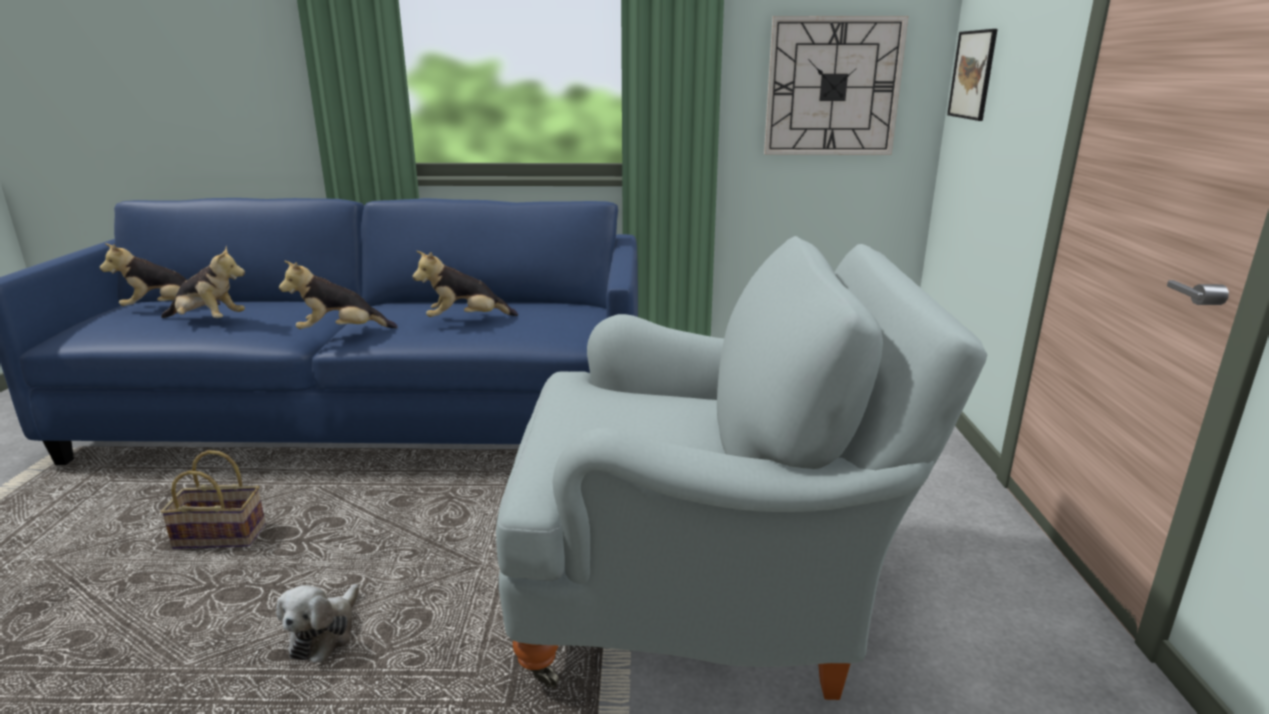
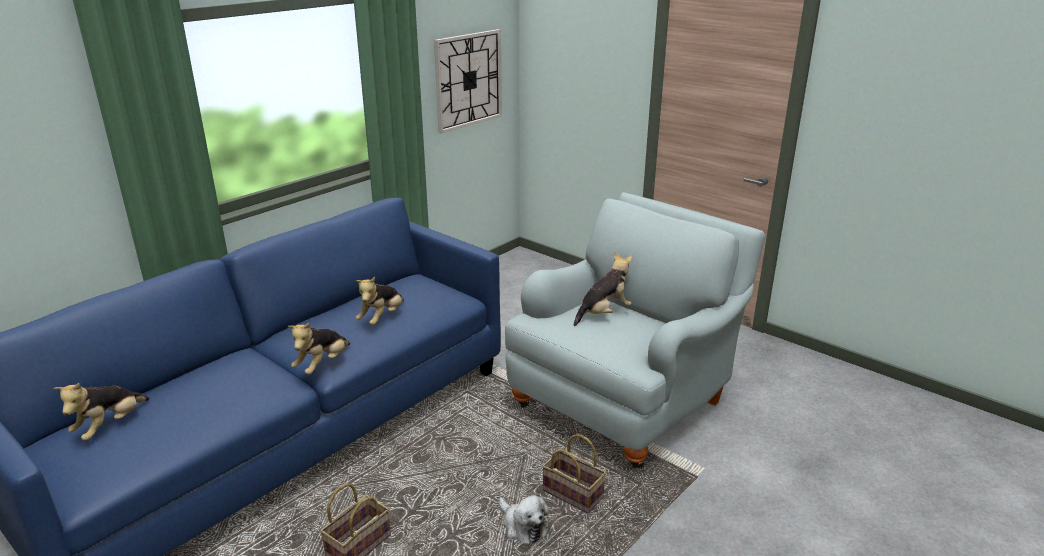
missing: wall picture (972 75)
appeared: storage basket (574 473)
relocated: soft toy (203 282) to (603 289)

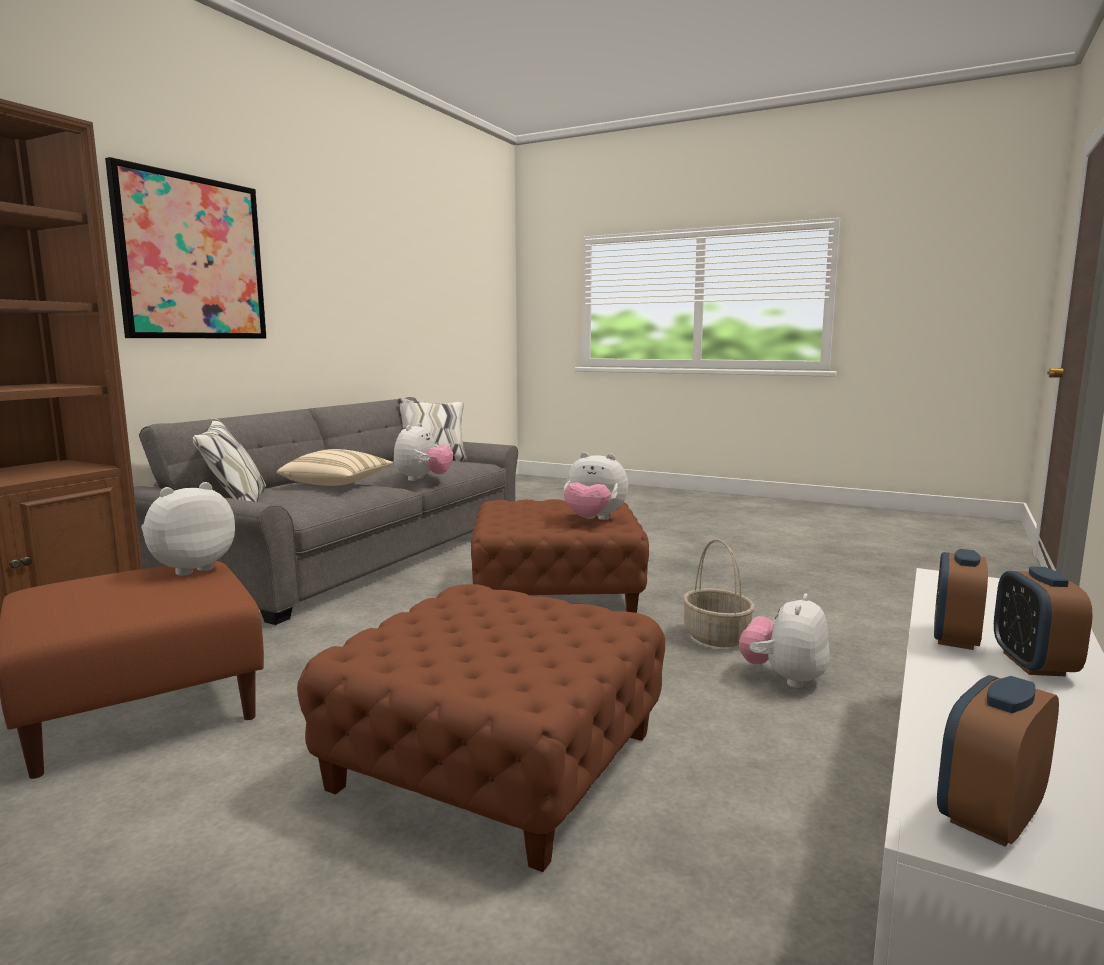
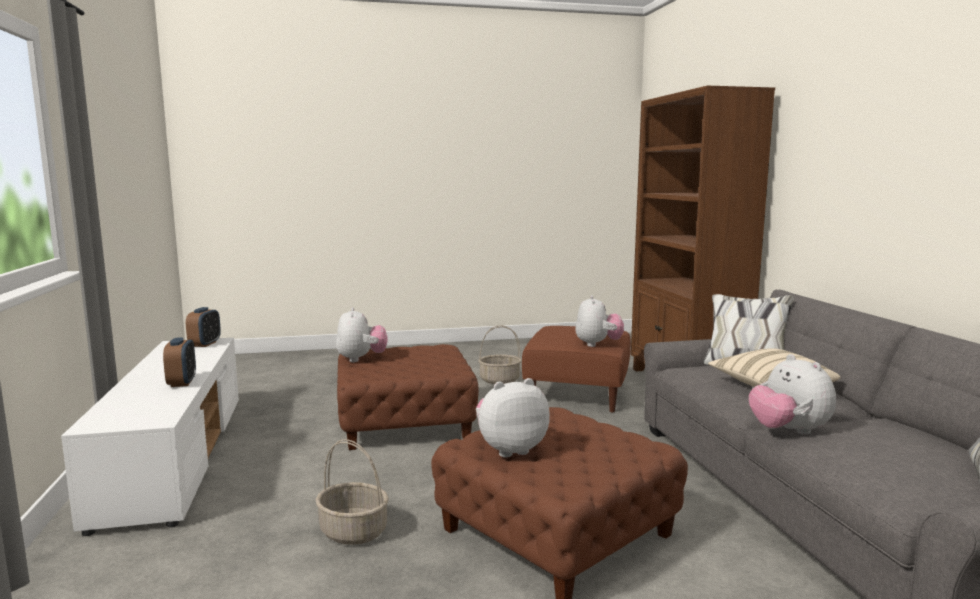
missing: wall picture (186 248); alarm clock (1043 621)
appeared: storage basket (500 354)
relocated: soft toy (784 640) to (361 334)

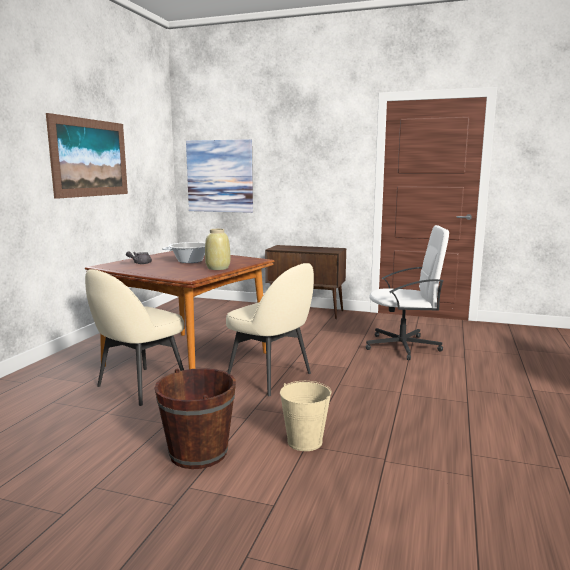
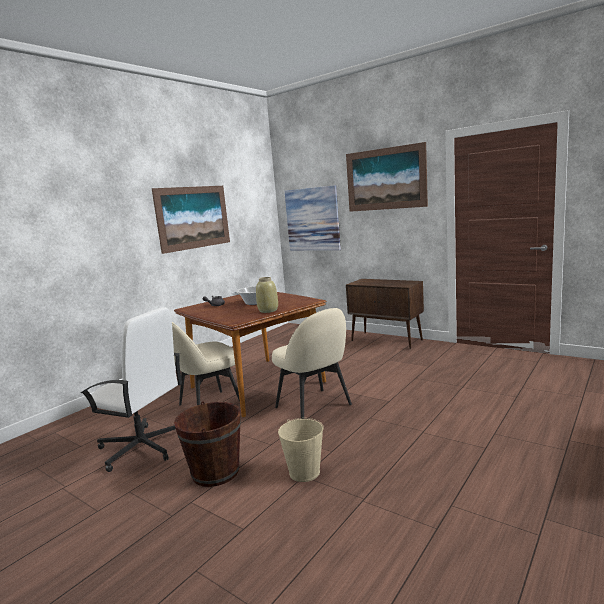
appeared: wall picture (387 177)
relocated: whitish computer chair (407 292) to (131 389)

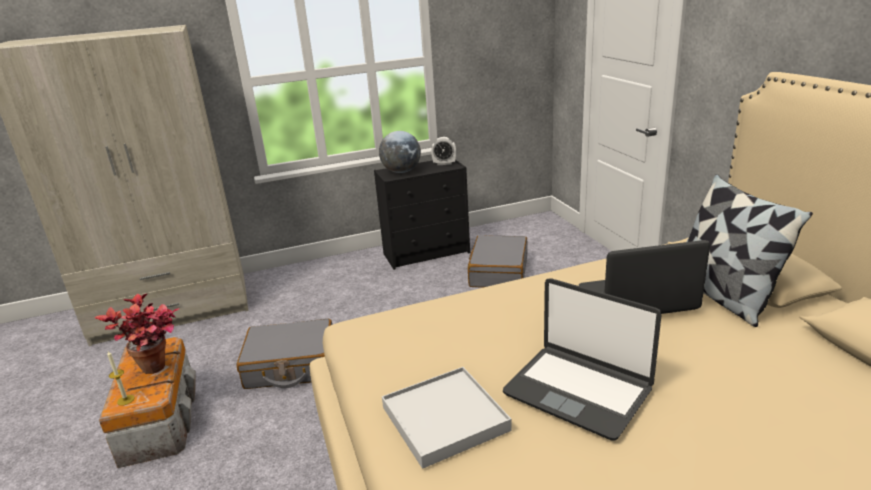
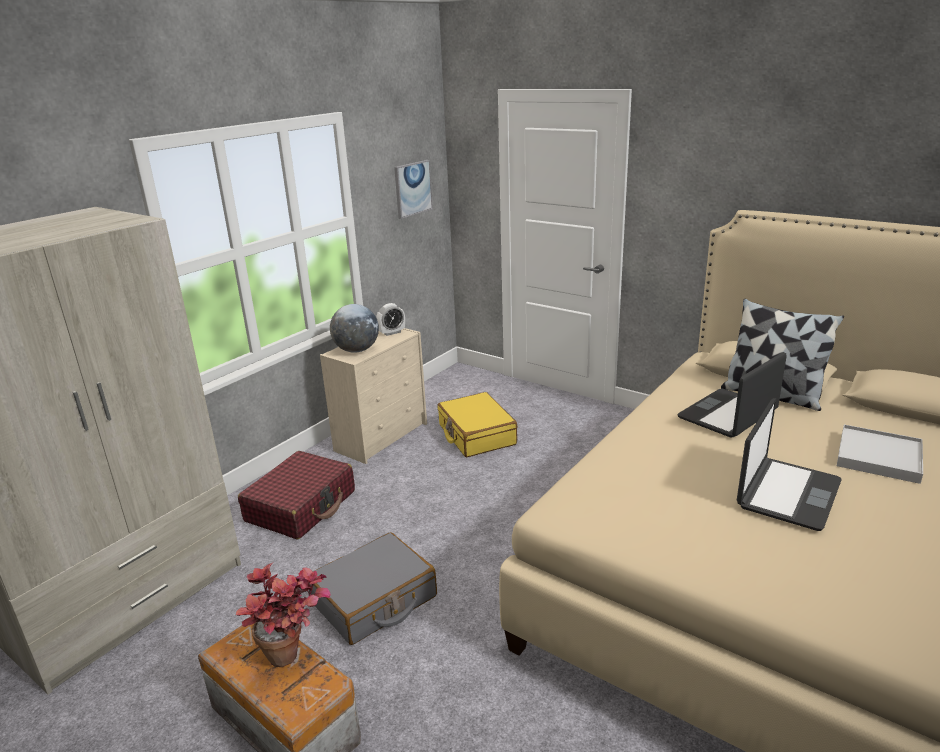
missing: candle (120 378)
appeared: red-coloured suitcase (296 495); wall picture (413 189)
relocated: whitish carrying tray (447 418) to (880 454)
colour: black dresser (422 214) to sand-coloured dresser (373 396); gray suitcase (498 261) to yellowish suitcase (477 424)
spun: laptop (582 360) = (789 464) 60 degrees counterclockwise

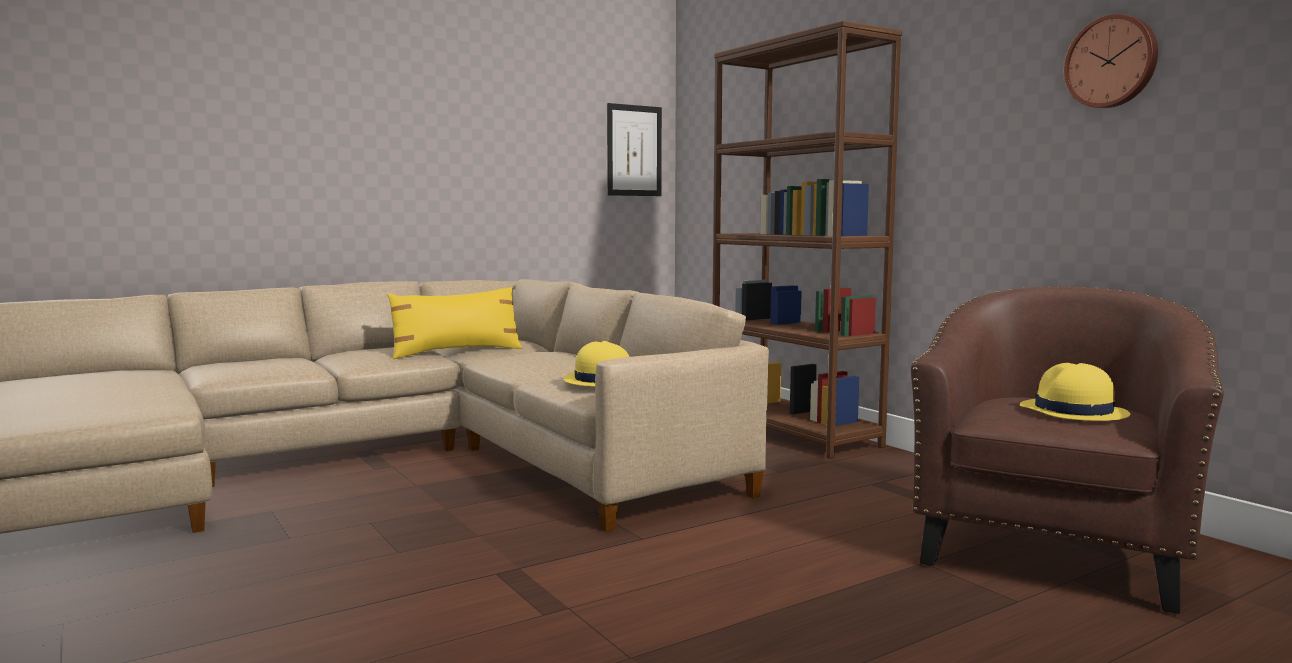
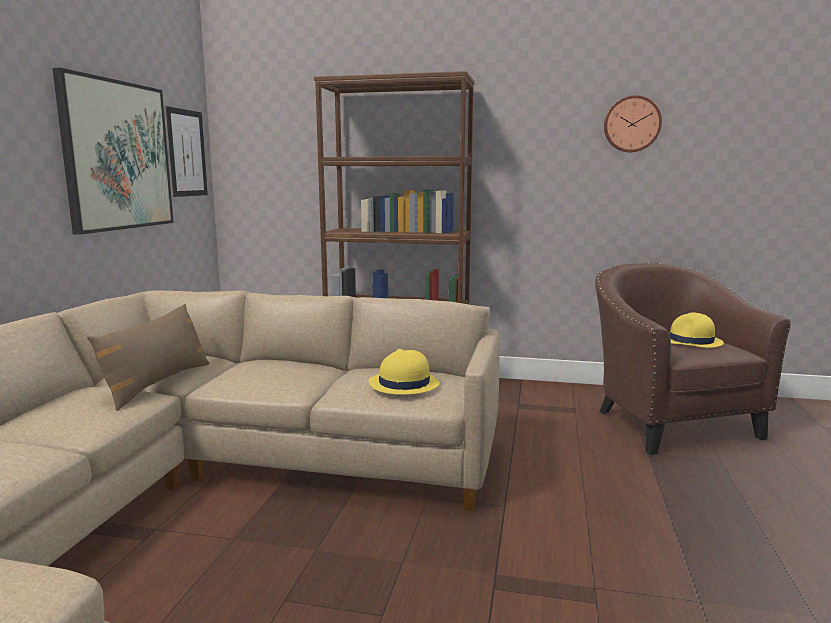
appeared: wall picture (113 151)
colour: yellowish throw pillow (455 323) to brown throw pillow (148 357)

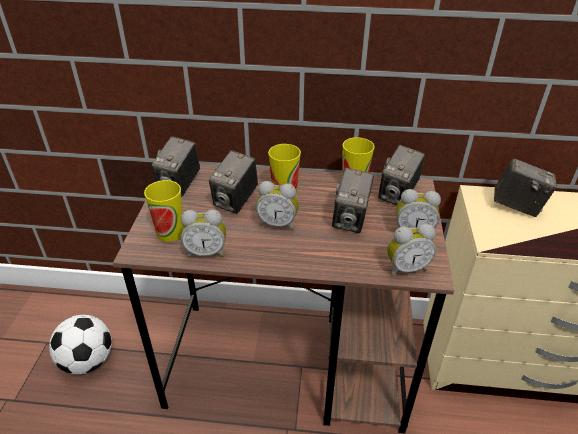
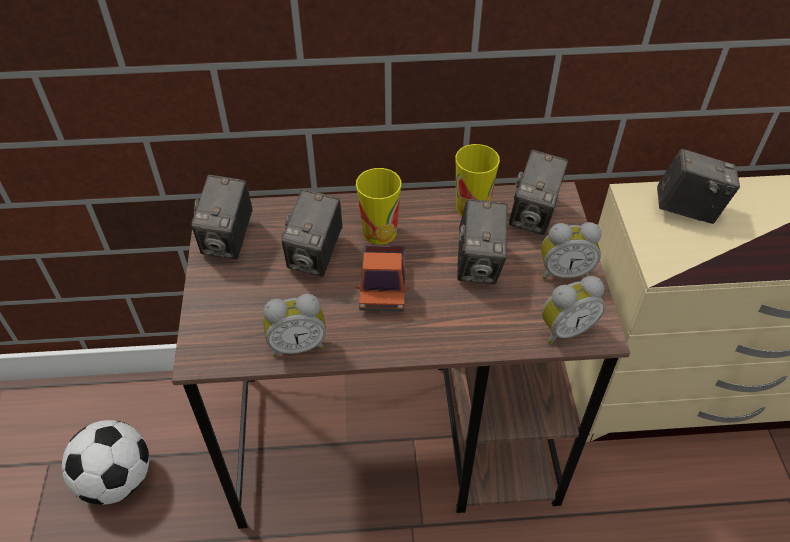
missing: small cup (163 211)
exchanged: alarm clock (277 206) to toy truck (382 278)

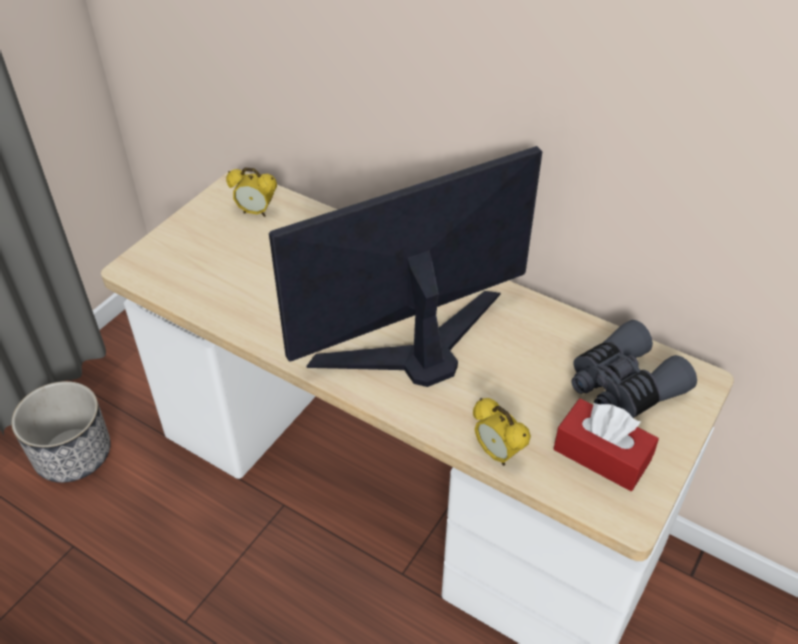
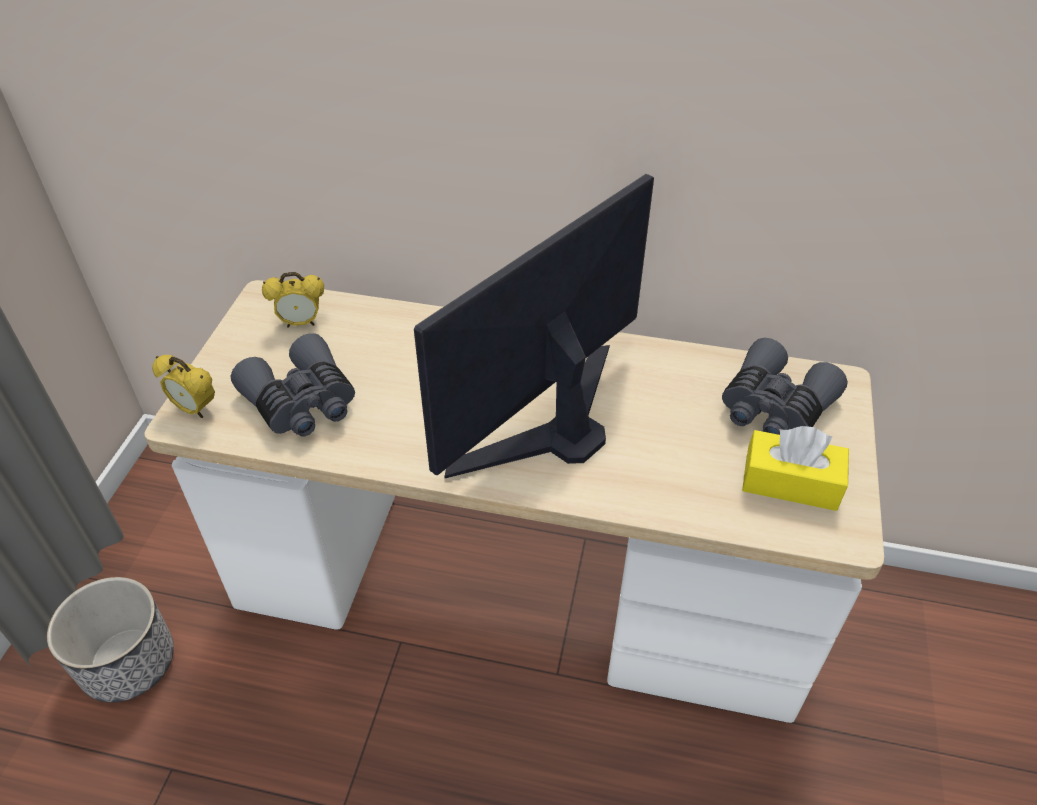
appeared: gray field glasses (293 385)
relocated: alarm clock (502 432) to (183 386)
colour: red-coloured box of tissues (606 444) to yellowish box of tissues (795 468)

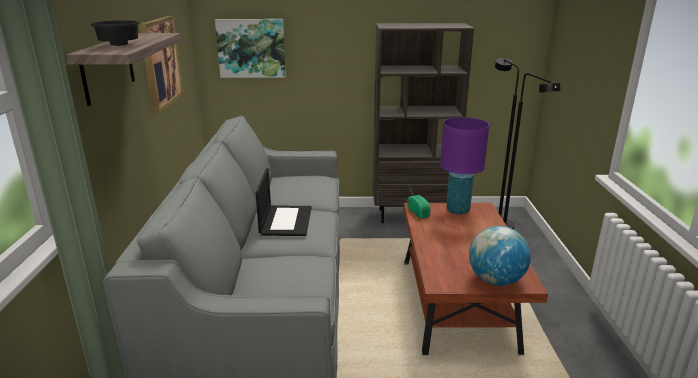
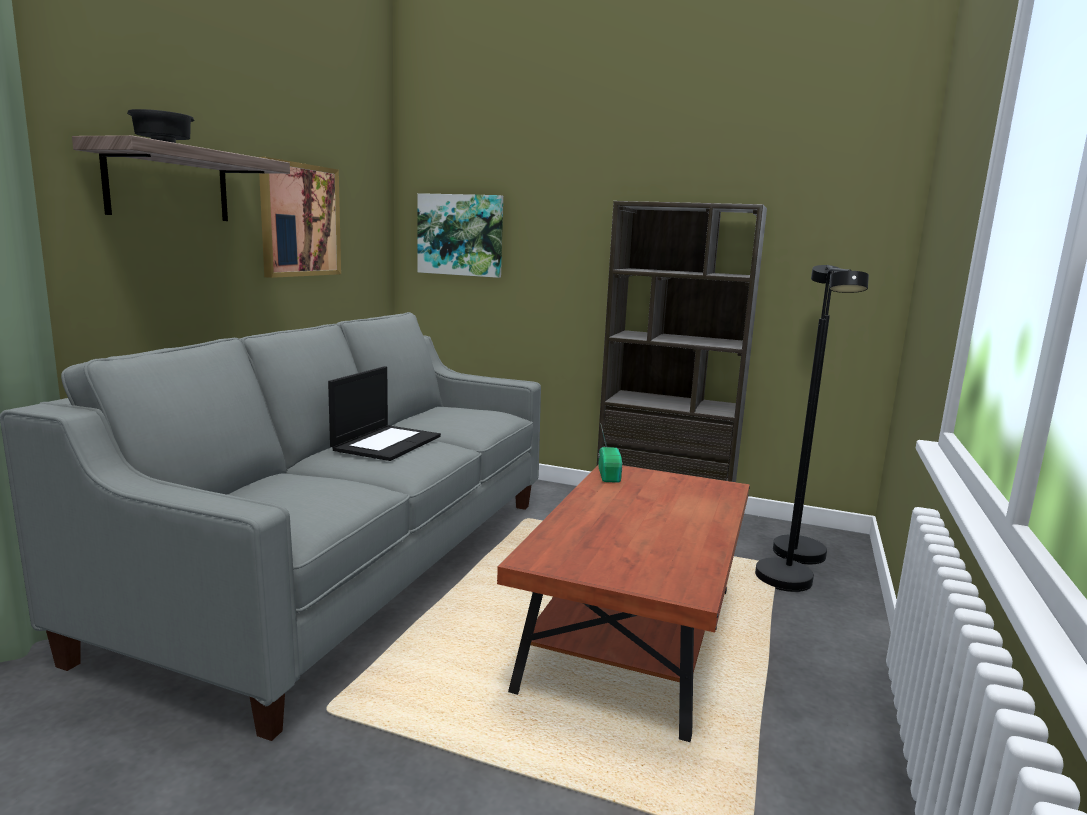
missing: purplish table lamp (464 166); world globe (500 256)

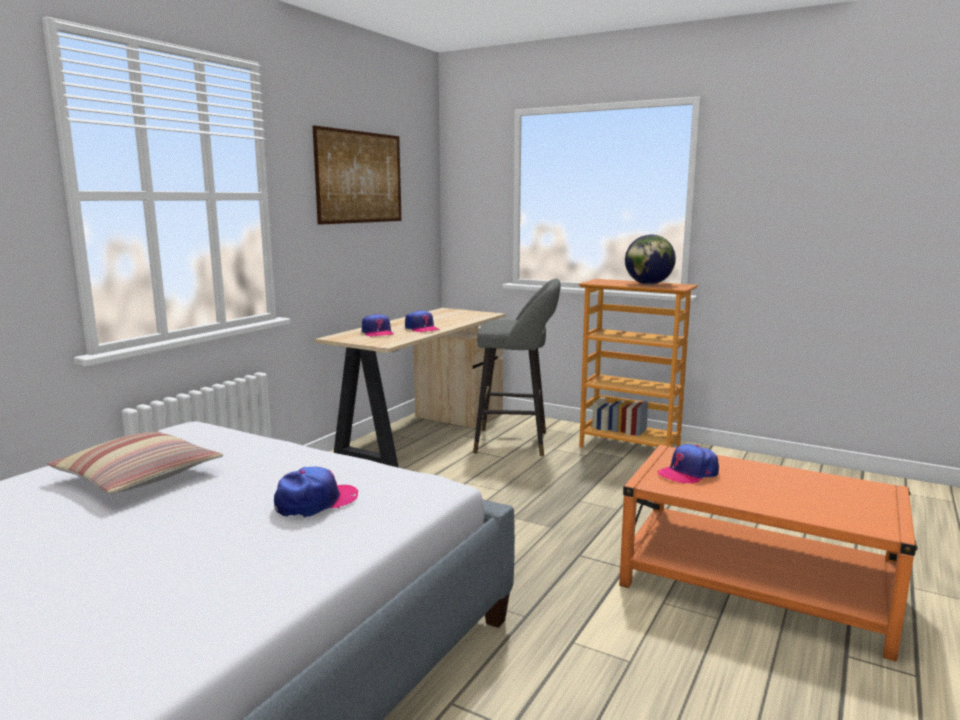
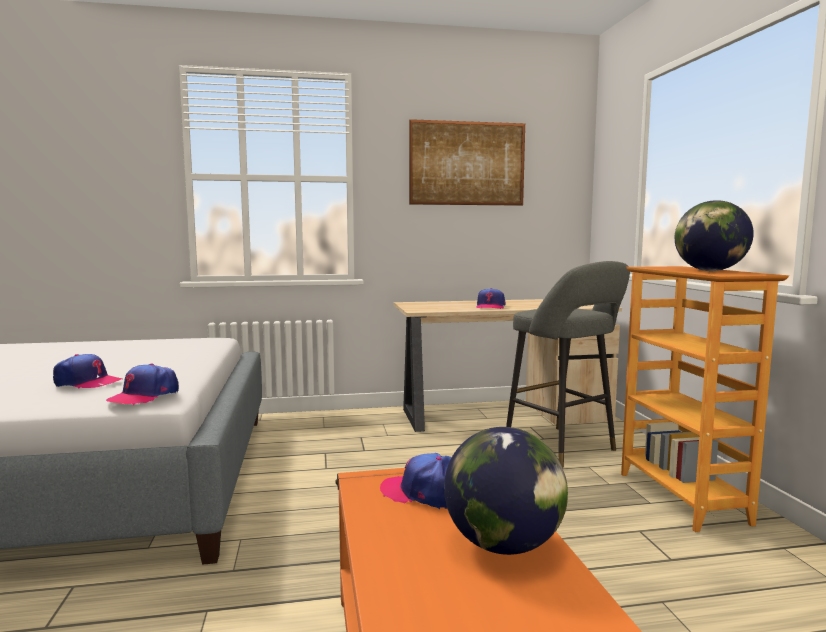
missing: throw pillow (135 463)
appeared: world globe (506 491)
relocated: baseball cap (378 325) to (142 384)

